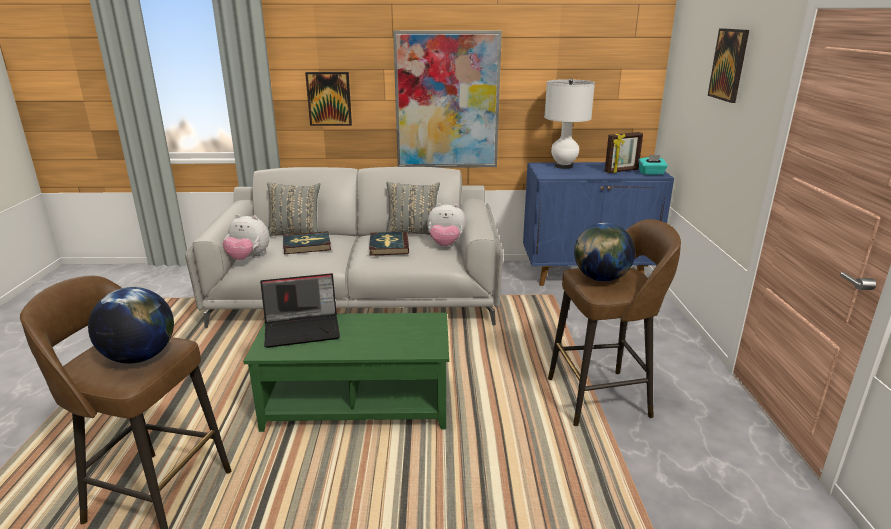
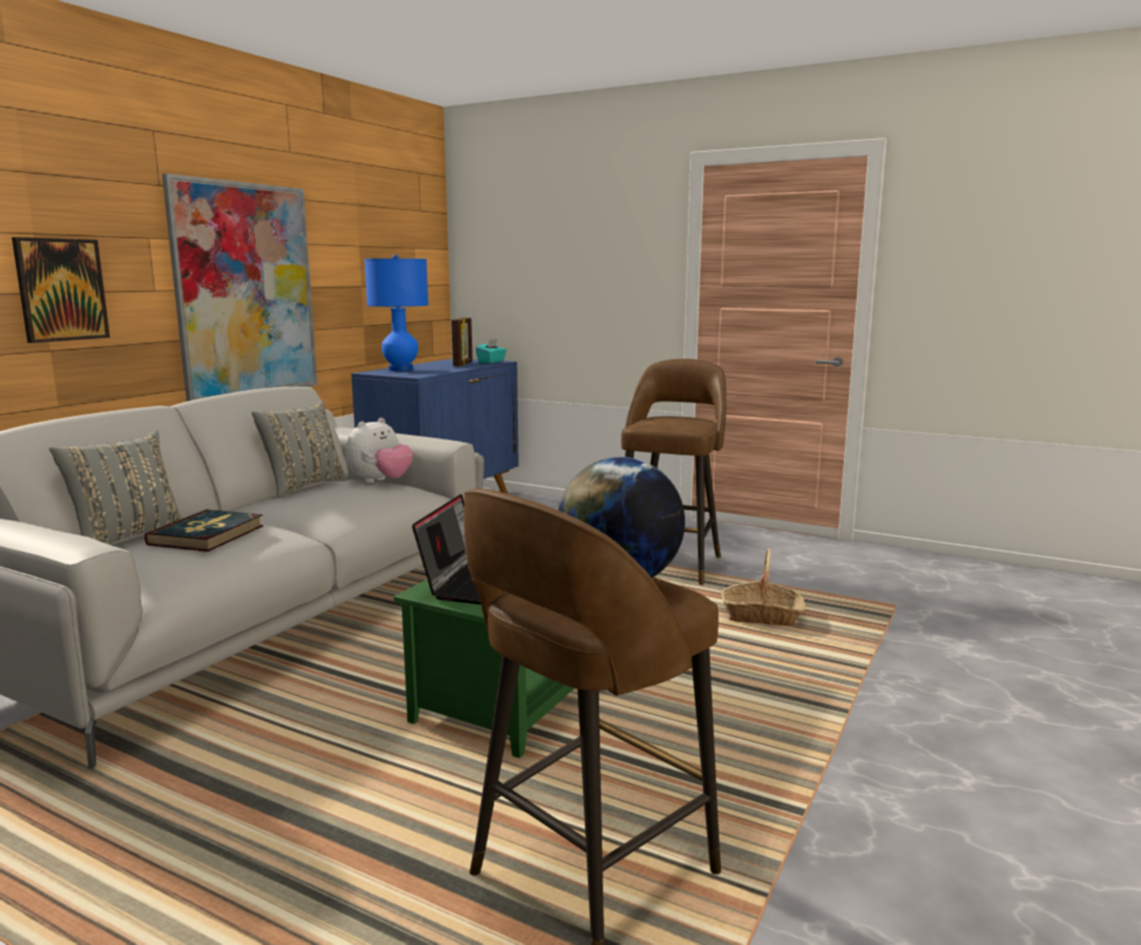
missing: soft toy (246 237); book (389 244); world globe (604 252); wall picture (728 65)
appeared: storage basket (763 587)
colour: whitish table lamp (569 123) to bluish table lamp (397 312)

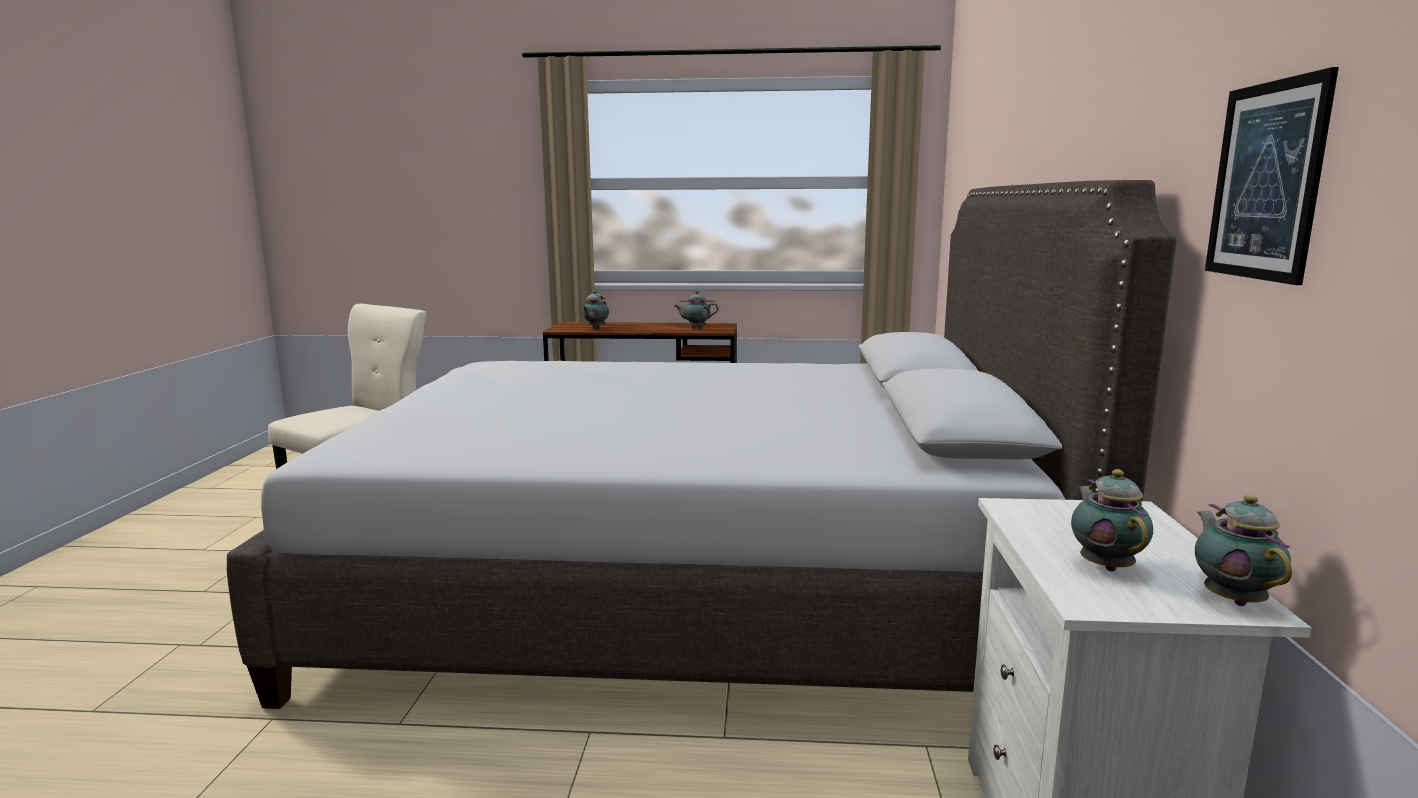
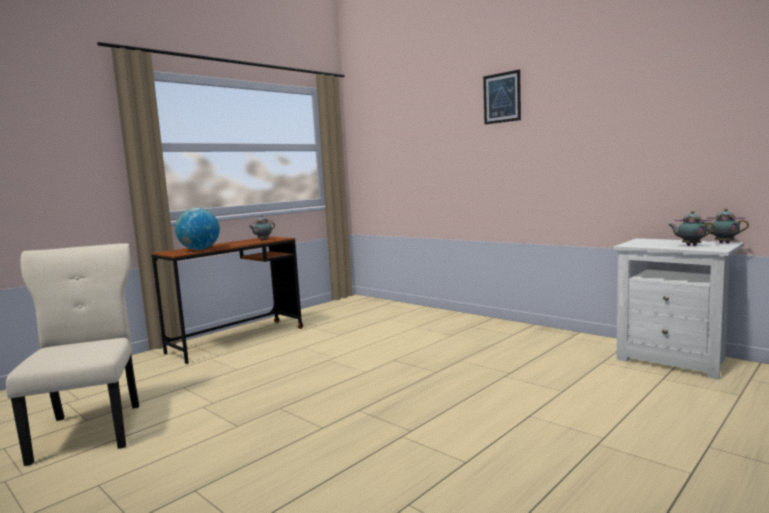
missing: gray bed (702 444)
relocated: wall picture (1272 176) to (502 97)
exchanged: tea pot (595 309) to world globe (197 229)

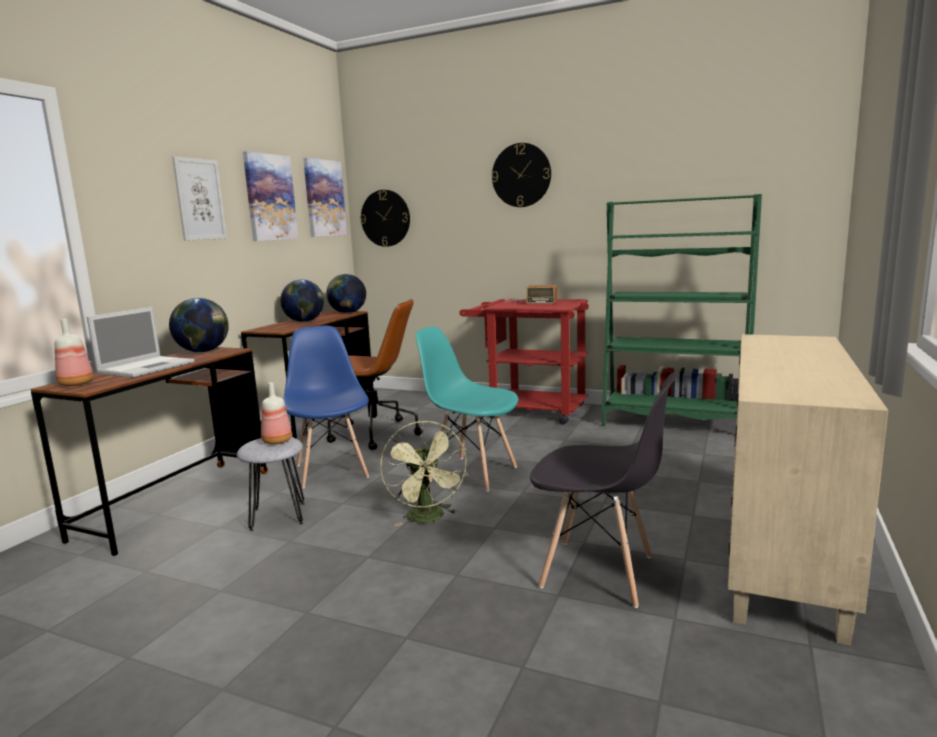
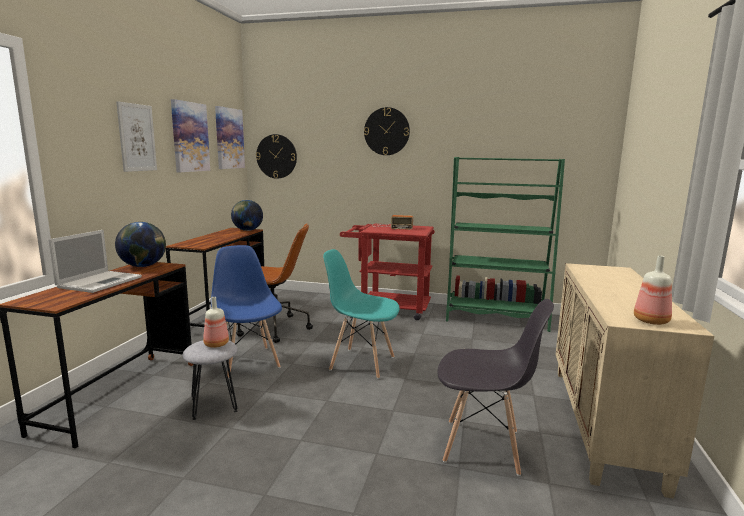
missing: world globe (302 301); green electric fan (424 473)
relocated: drink bottle (74 352) to (653 290)

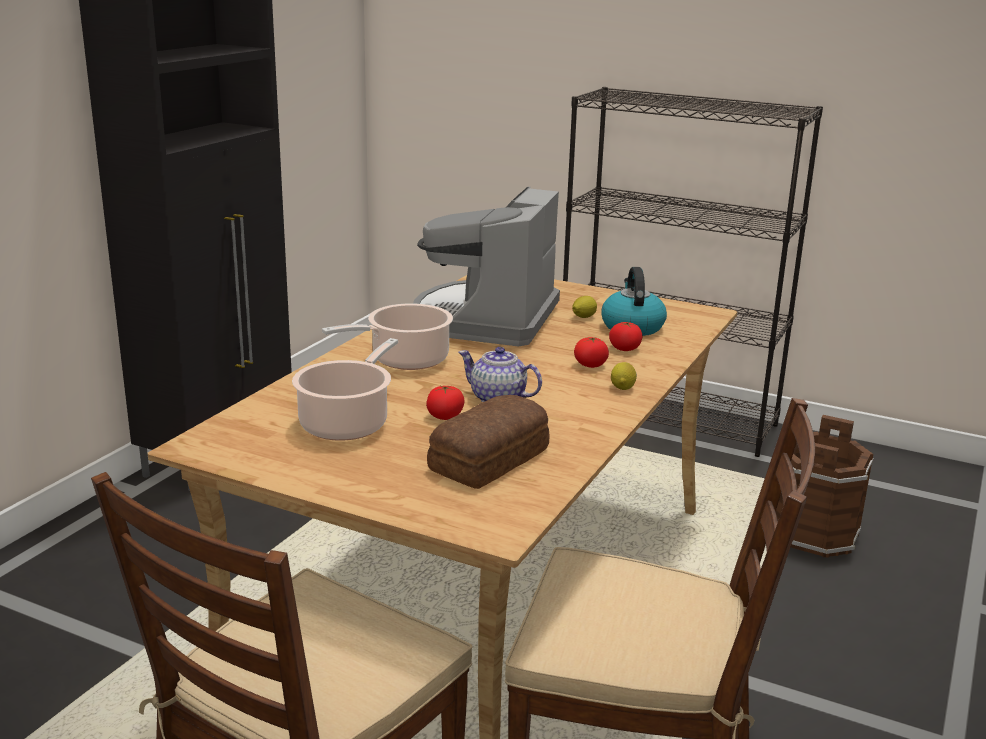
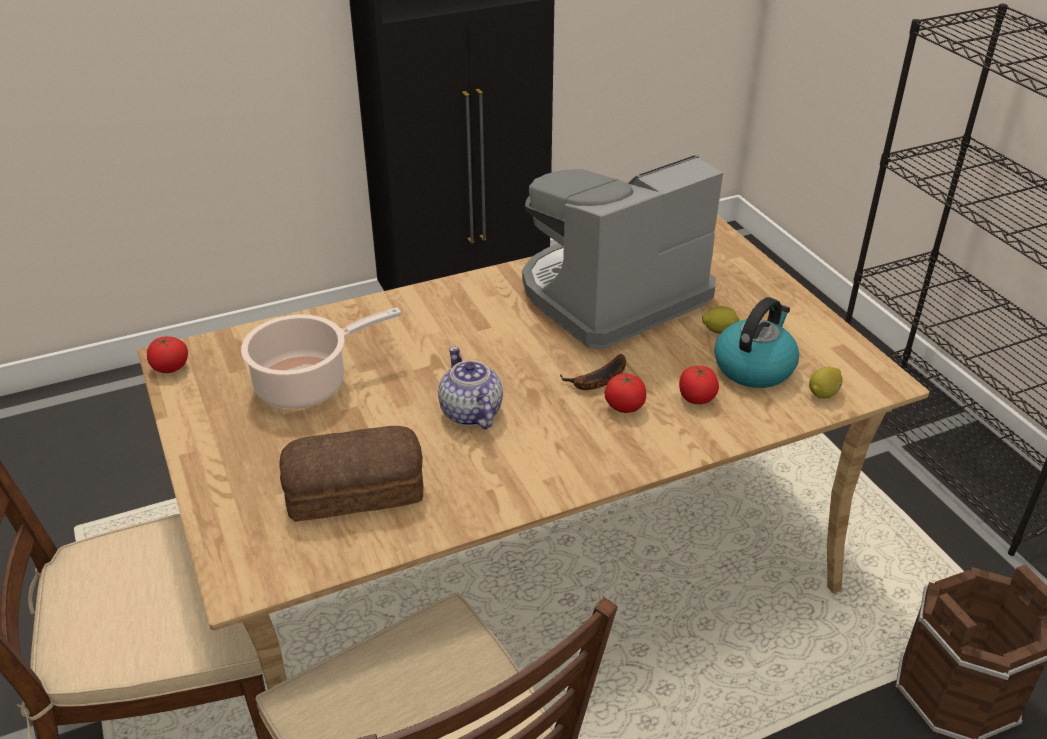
missing: saucepot (387 336)
appeared: banana fruit (593 372)
relocated: fresh tomato (445 402) to (167 354); citrus fruit (624 376) to (826 382)

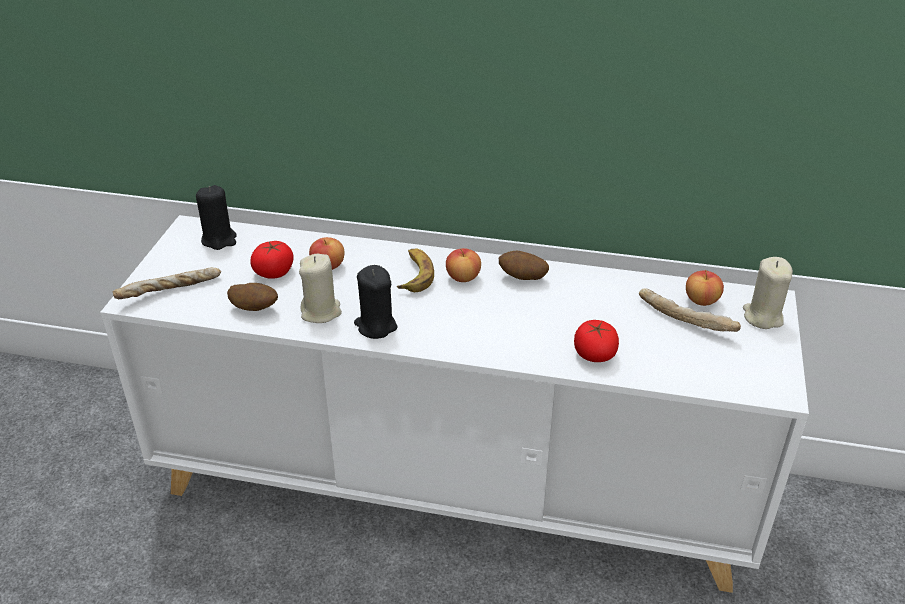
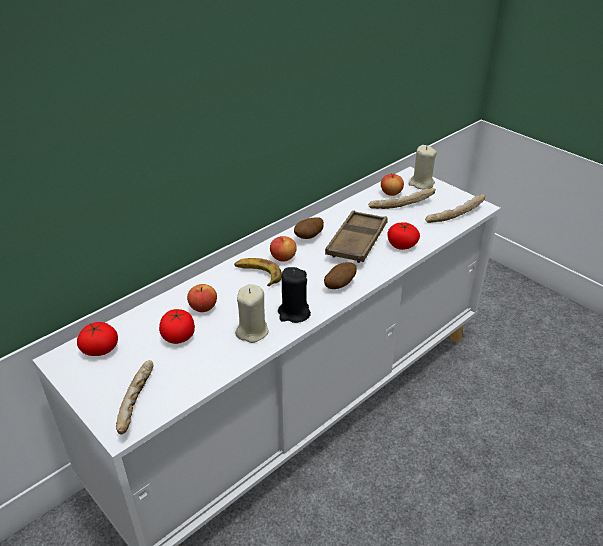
appeared: brown carrying tray (356 237); bakery bread (455 208)
relocated: spud (252 297) to (340 275)
exchanged: black candle (216 217) to fresh tomato (97 339)

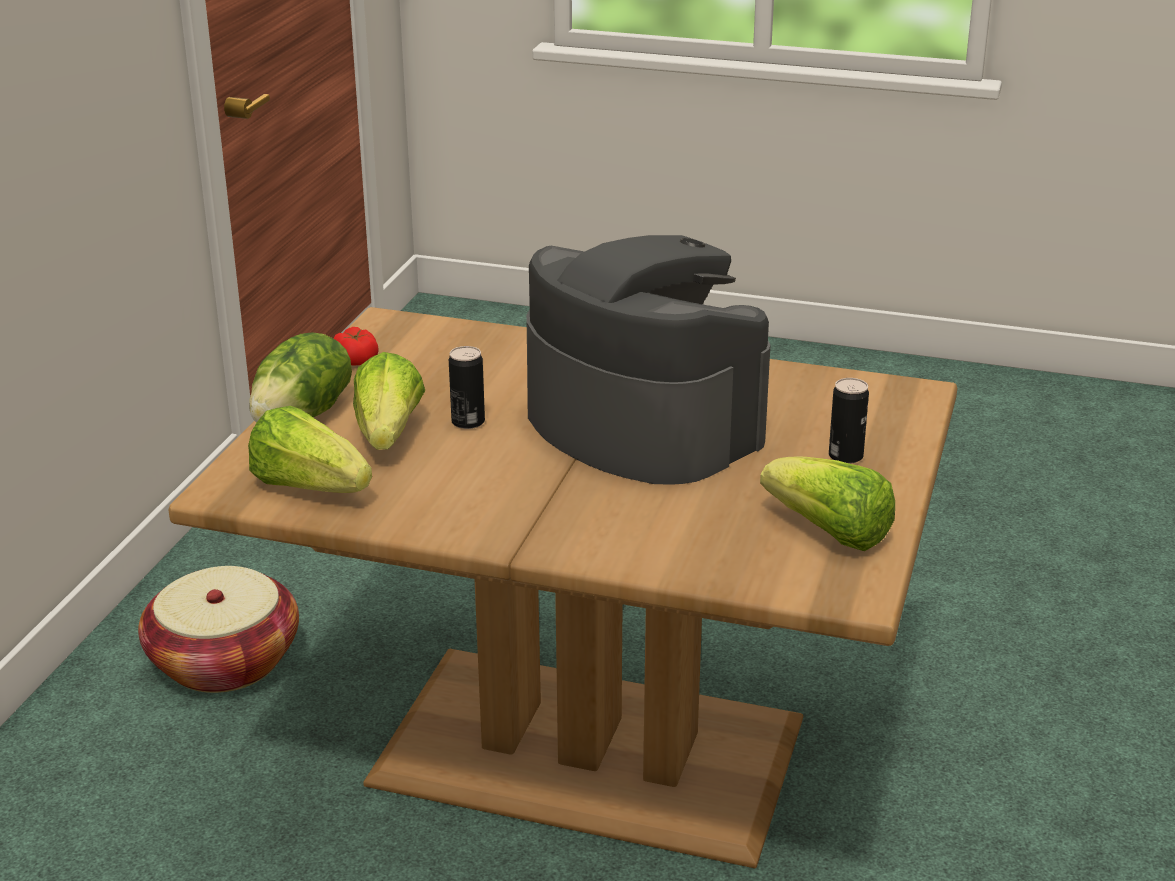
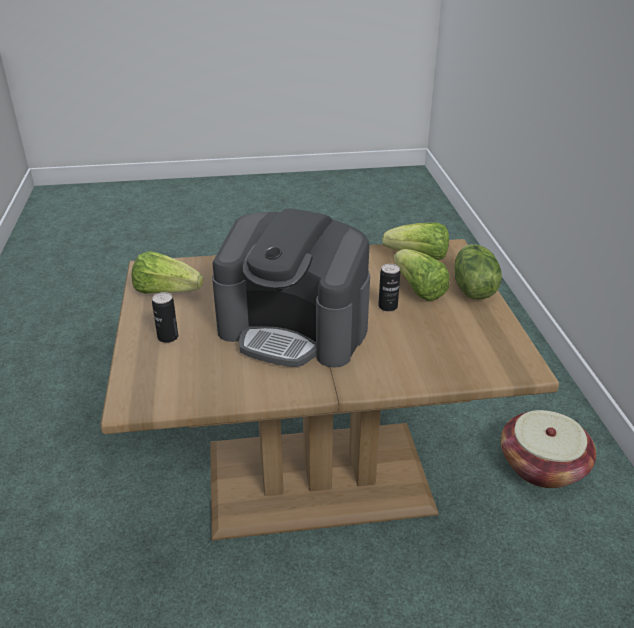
missing: fresh tomato (356 346)

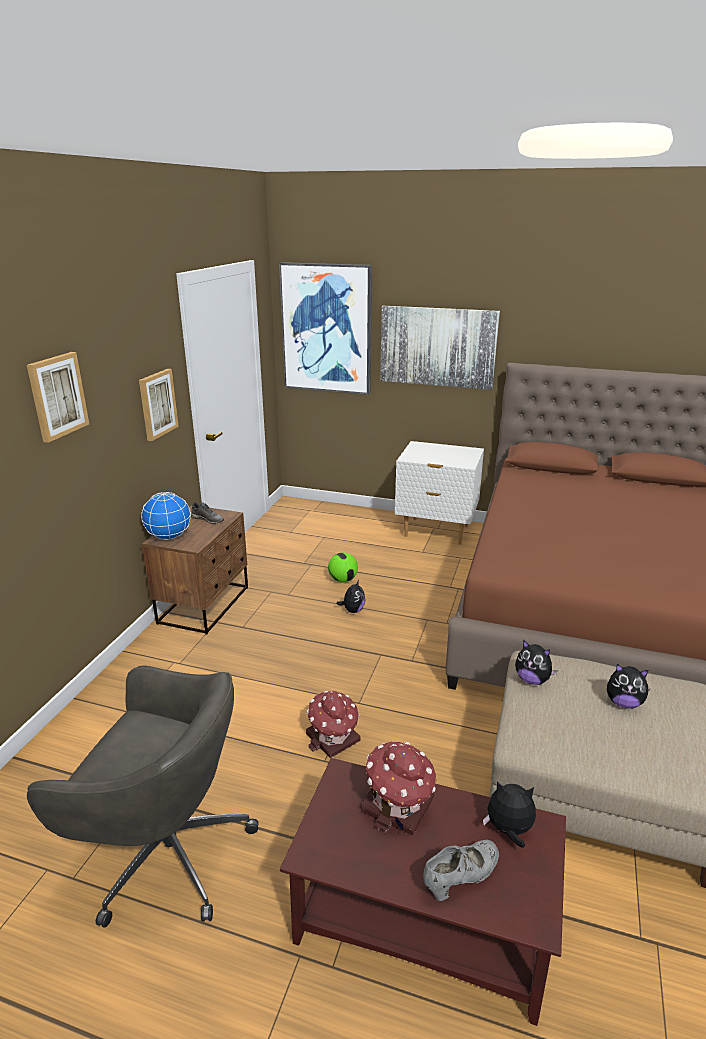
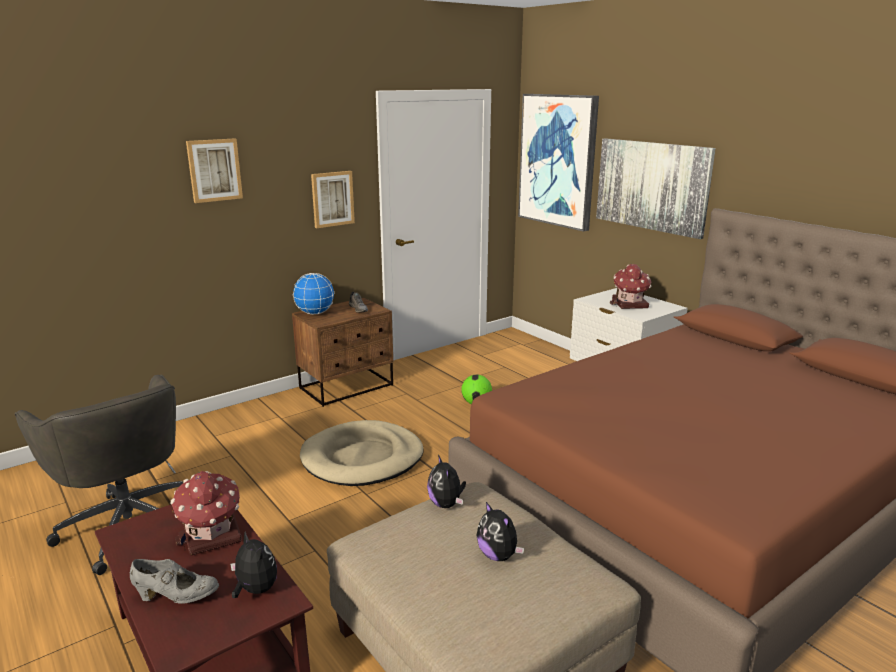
missing: soft toy (351 596)
appeared: sand-coloured dog cushion (362 453)
relocated: model house (333 724) to (631 286)

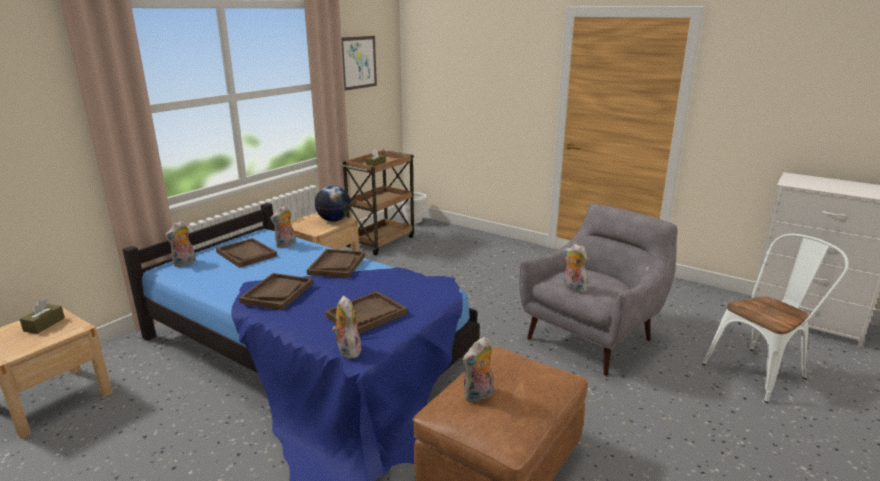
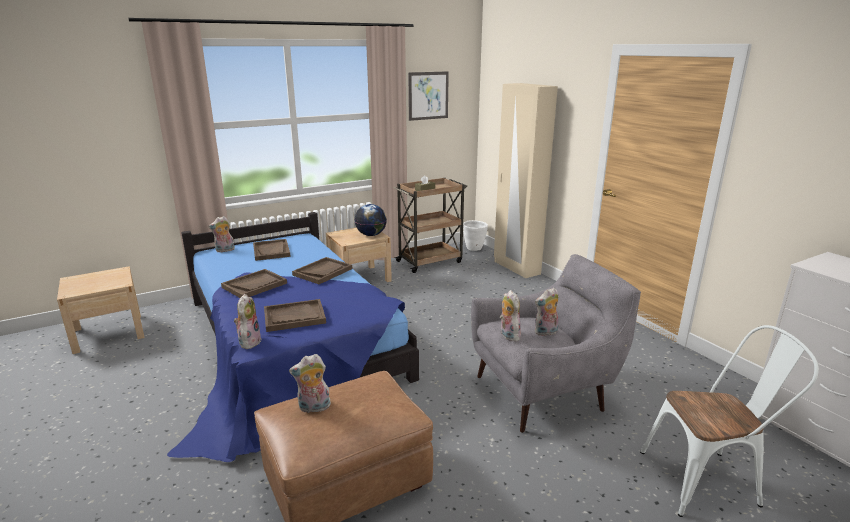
missing: brown box of tissues (42 316)
appeared: sand-coloured clothes cupboard (526 180)
relocated: soft toy (283 226) to (547 312)

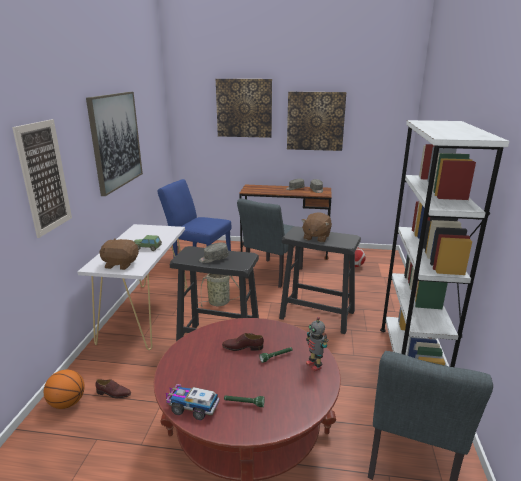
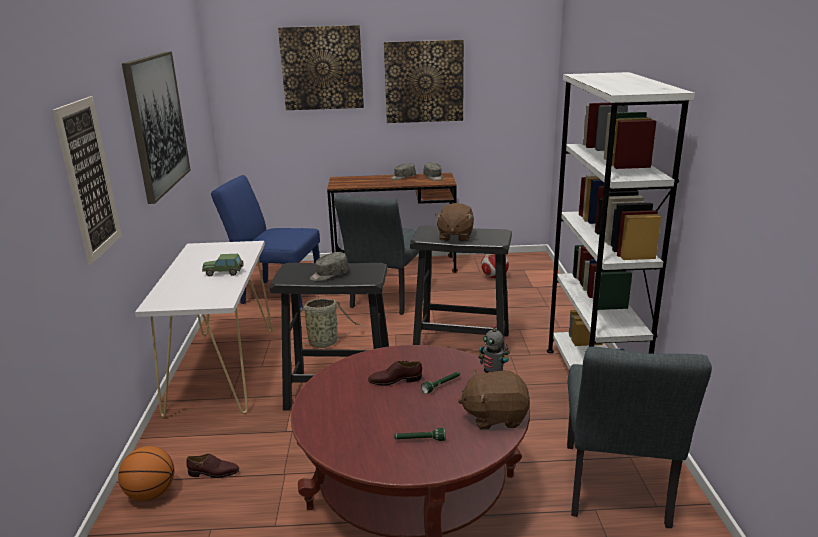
missing: toy truck (193 402)
relocated: brown soft toy (119 254) to (494 399)

